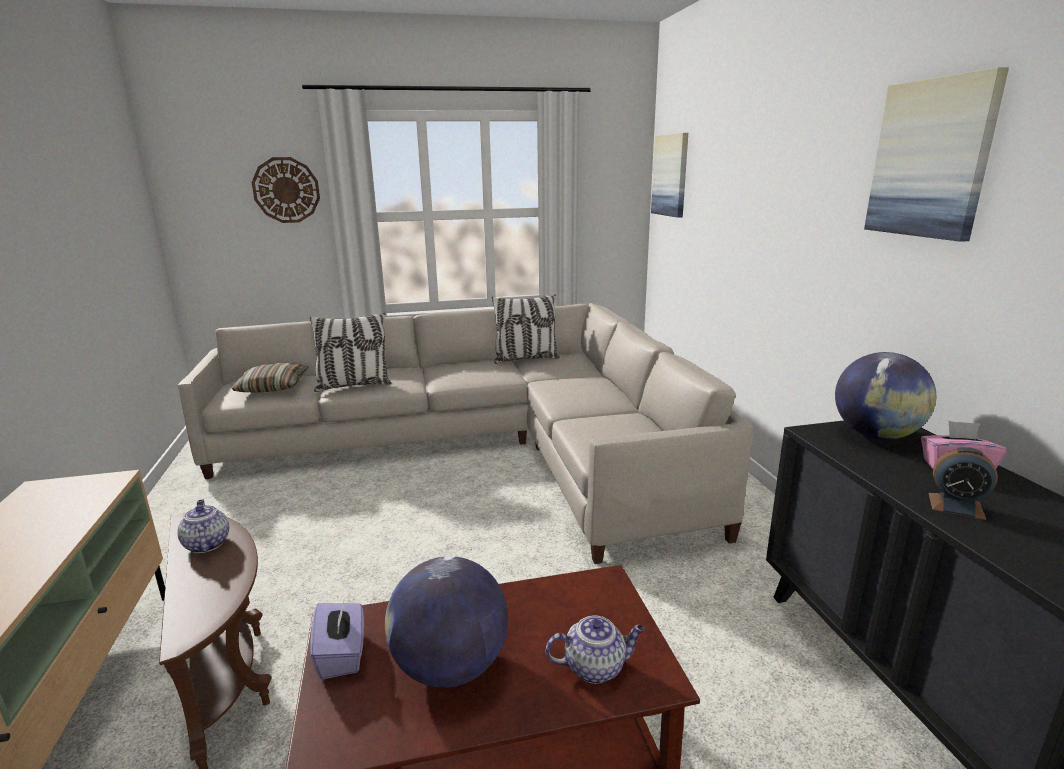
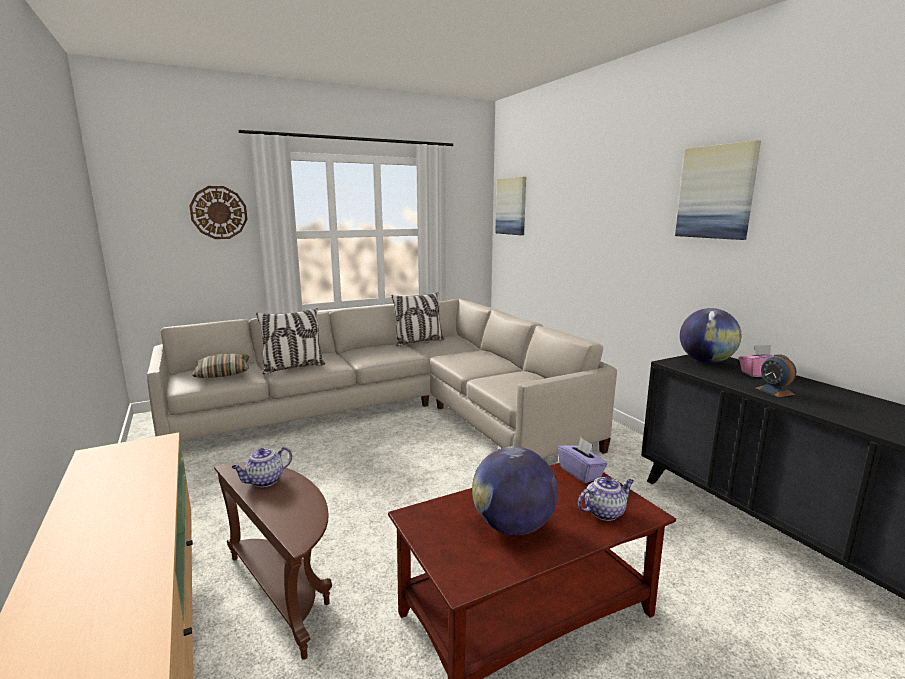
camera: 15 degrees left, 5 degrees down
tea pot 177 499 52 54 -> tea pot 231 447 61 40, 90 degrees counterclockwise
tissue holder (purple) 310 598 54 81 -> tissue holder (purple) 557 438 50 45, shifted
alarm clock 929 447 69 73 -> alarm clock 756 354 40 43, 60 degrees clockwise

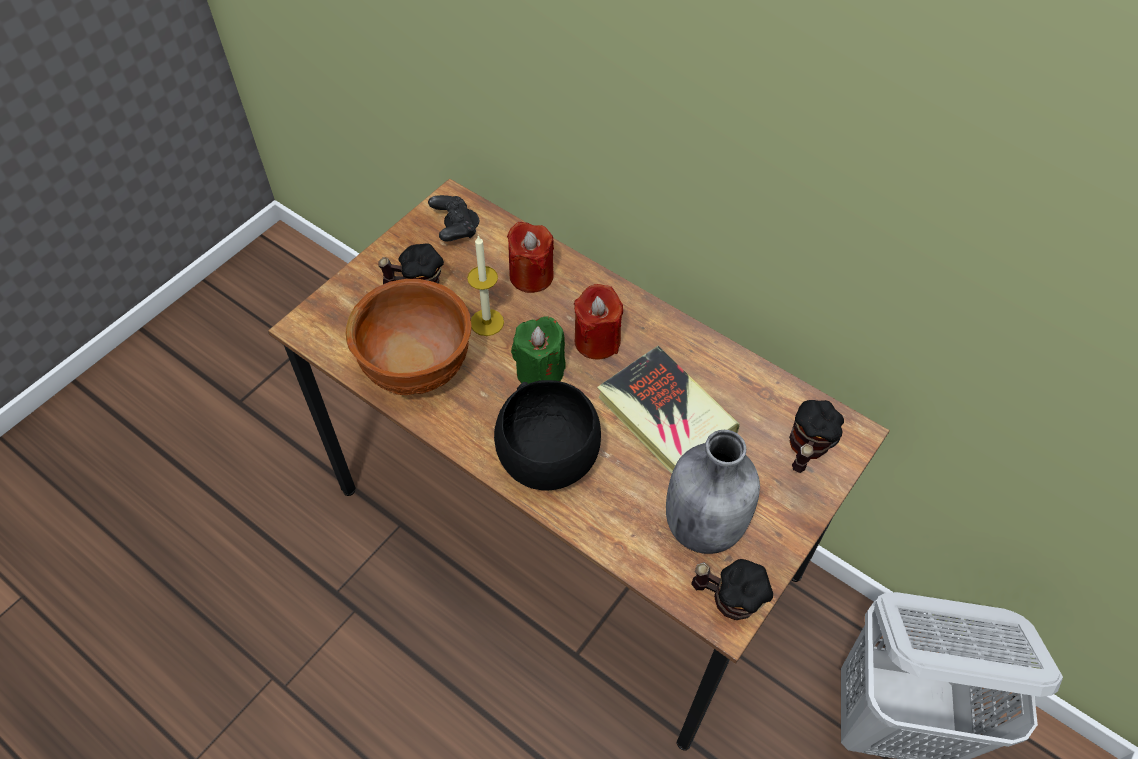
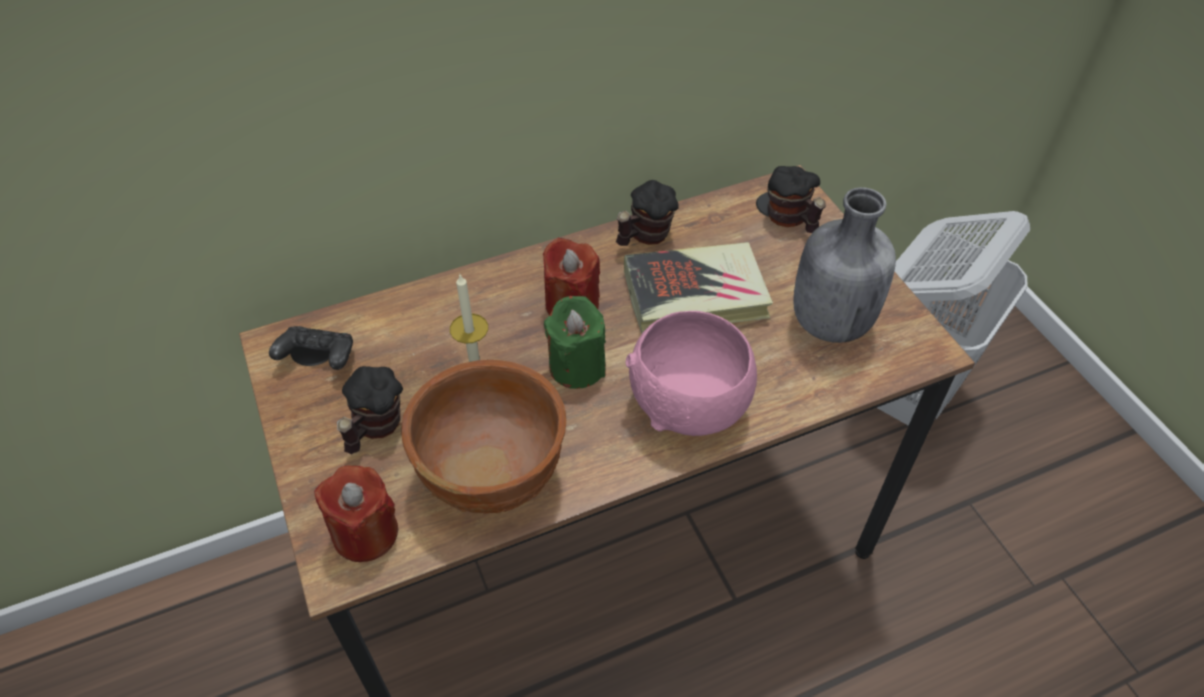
camera: 60 degrees left, 5 degrees down
bowl (blackish) 494 380 107 110 -> bowl (pink-coloured) 626 311 131 125
wax candle (reddish) 507 222 47 71 -> wax candle (reddish) 314 465 84 97, shifted
tea mug 691 559 82 61 -> tea mug 616 180 63 66, shifted

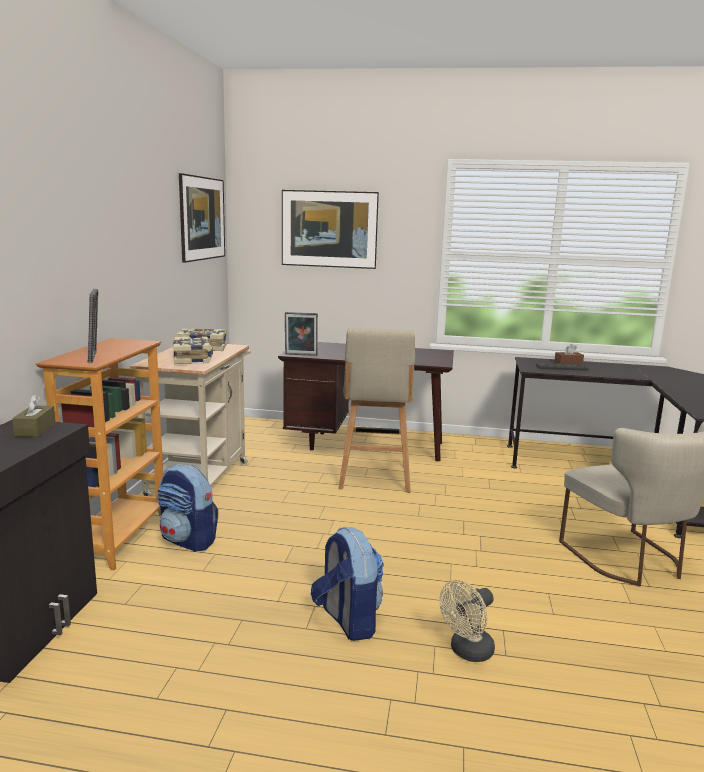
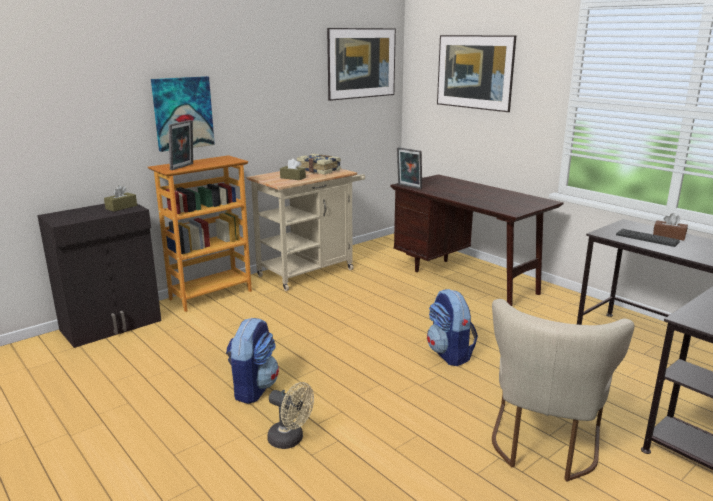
camera: 40 degrees right, 5 degrees up
backpack 157 464 61 88 -> backpack 427 289 51 77, shifted
book 173 336 40 28 -> tissue holder (brownish) 280 159 26 21
sitting stool (beige-coloured) 338 328 77 165 -> none
fan (beige-coloured) 439 580 56 82 -> fan (beige-coloured) 267 382 47 67, 150 degrees counterclockwise
none -> wall picture 151 76 64 76

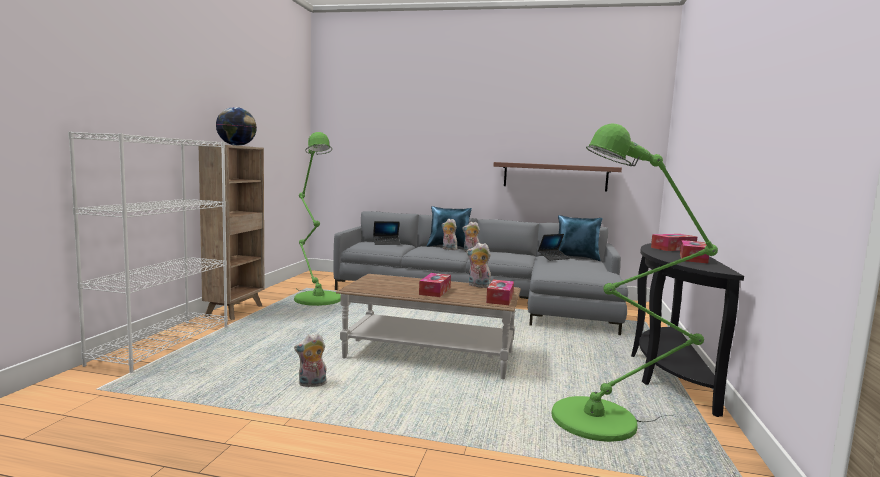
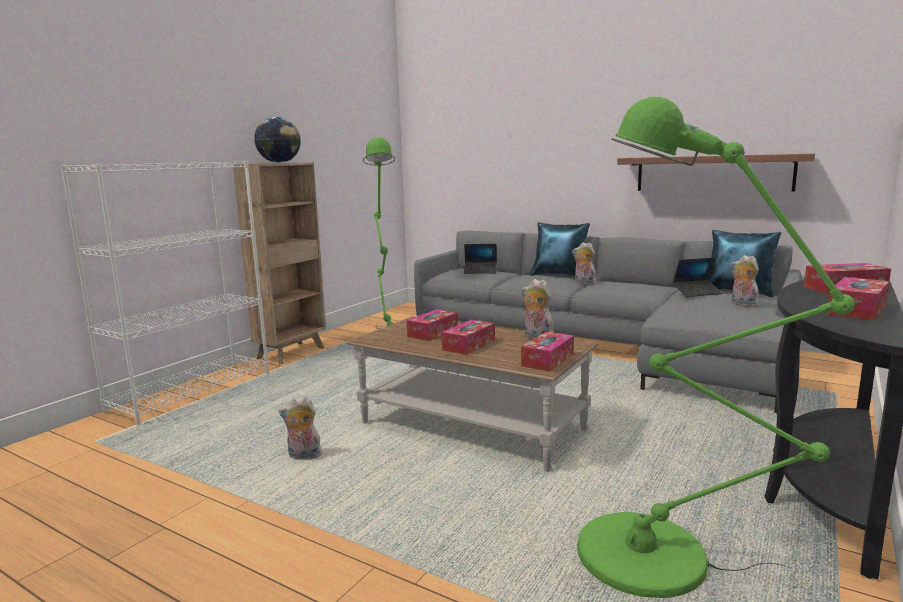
camera: 20 degrees right, 5 degrees up
soft toy 442 219 15 31 -> soft toy 730 255 31 52, shifted
none -> tissue holder 407 309 51 32

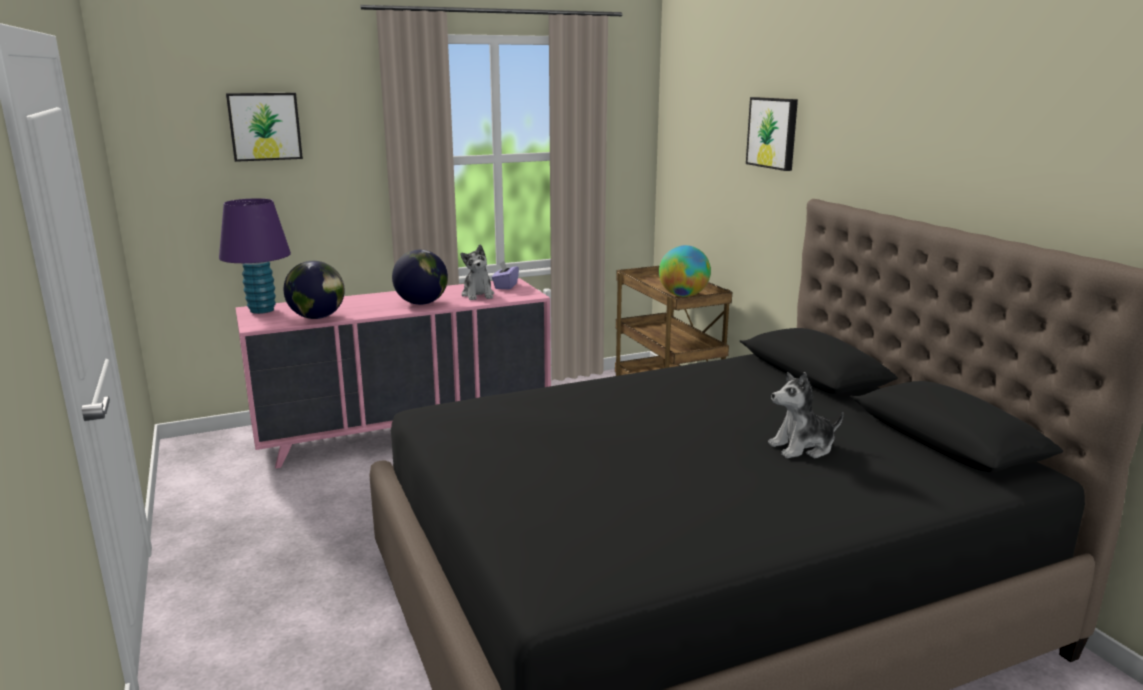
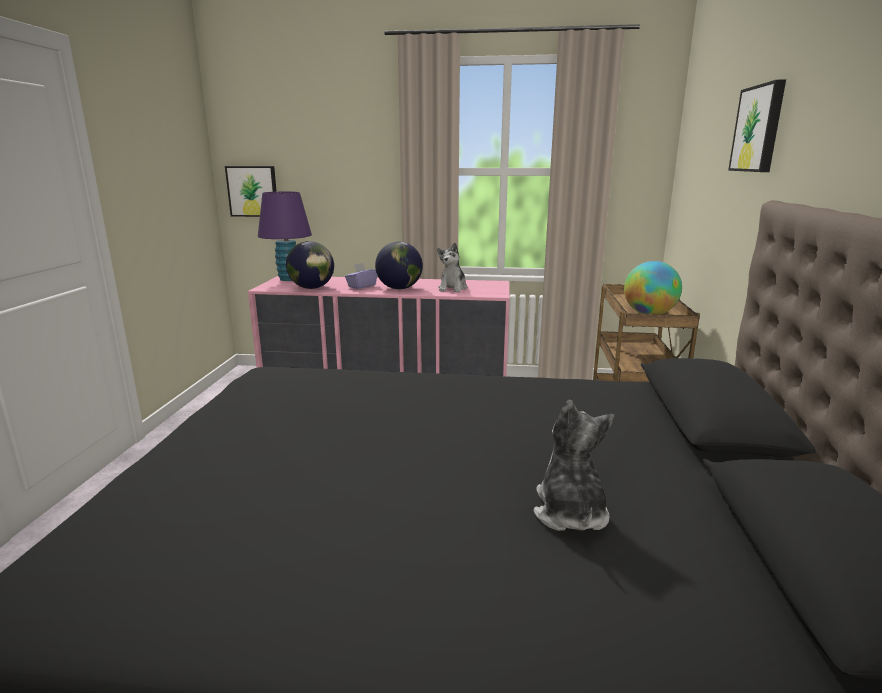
camera: 30 degrees right, 0 degrees up
wall picture 226 93 77 69 -> wall picture 225 166 52 51, shifted
tissue holder (purple) 492 261 27 29 -> tissue holder (purple) 345 263 32 26, shifted
soft toy 768 372 75 86 -> soft toy 534 400 80 131, 75 degrees clockwise

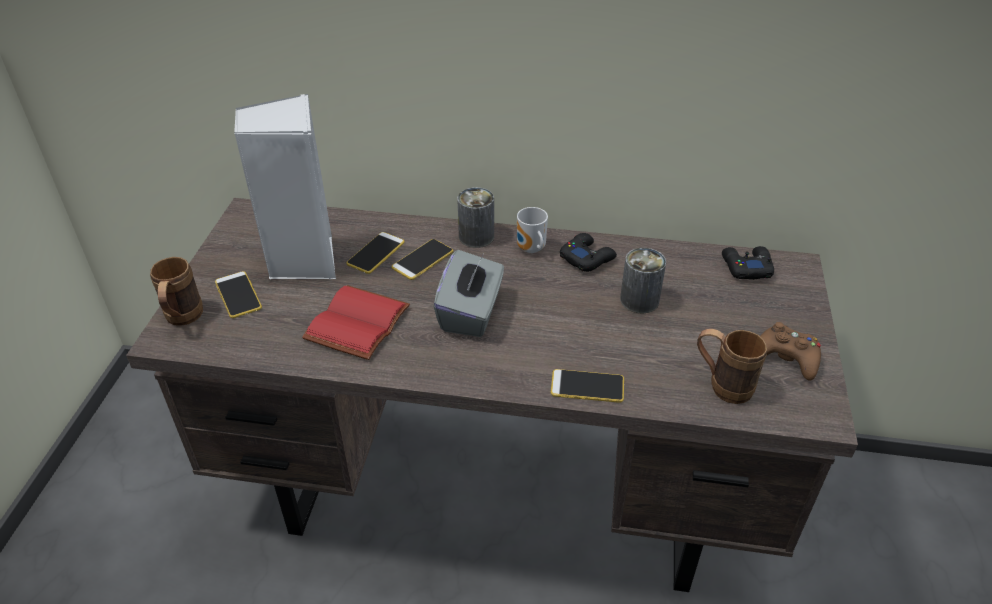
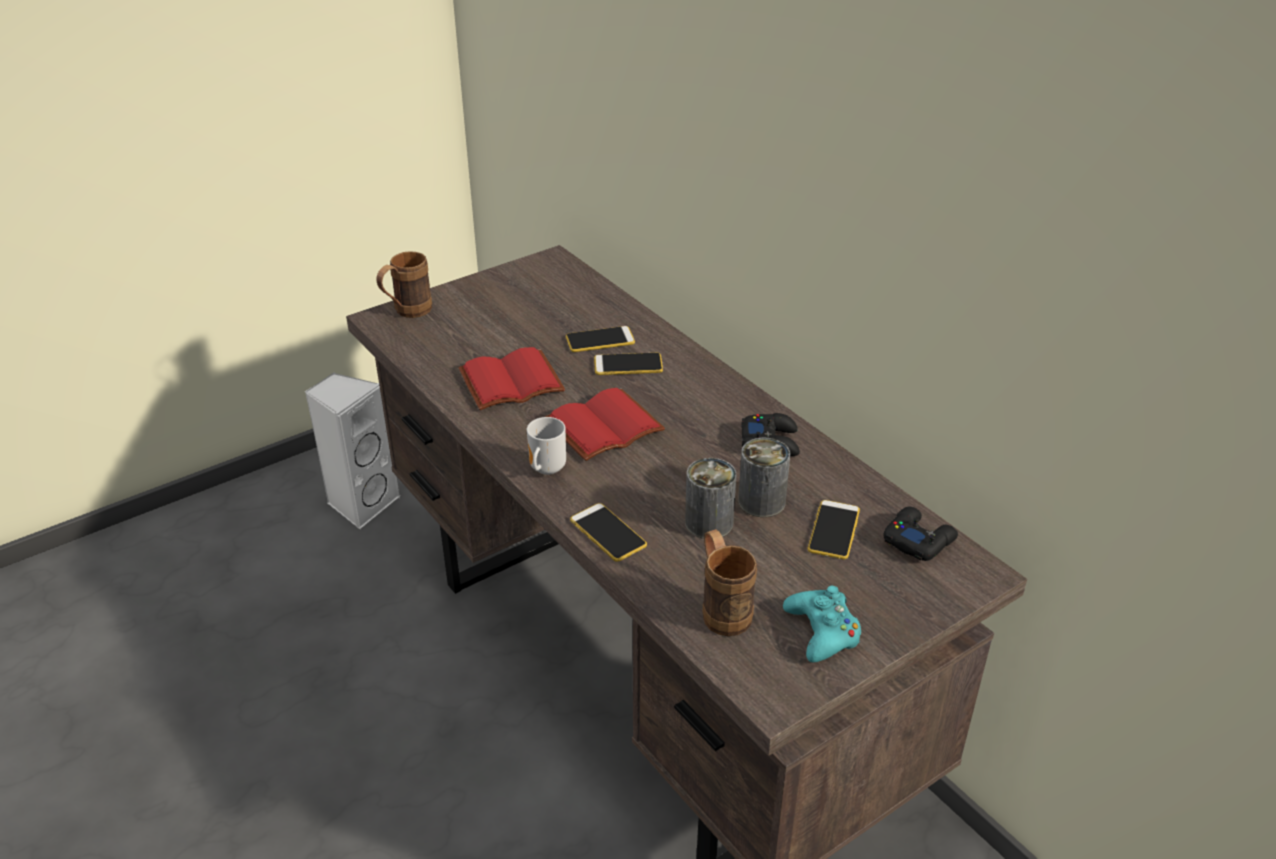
camera: 45 degrees right, 5 degrees down
phone 215 271 47 47 -> phone 808 500 52 59, shifted
loudspeaker (whitish) 234 94 102 186 -> loudspeaker (whitish) 305 372 95 157, shifted
tissue holder (gray) 433 250 71 87 -> book (reddish) 546 388 119 73
can 457 187 37 61 -> can 685 458 52 81, shifted
tea mug 517 207 31 46 -> tea mug 527 417 39 58, shifted
game controller (brownish) 760 322 61 59 -> game controller (turquoise) 783 586 78 76

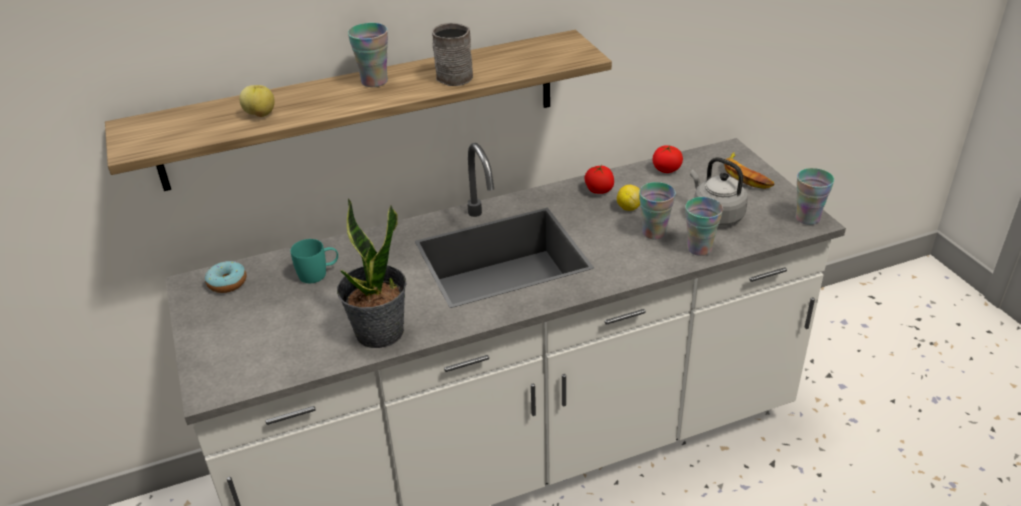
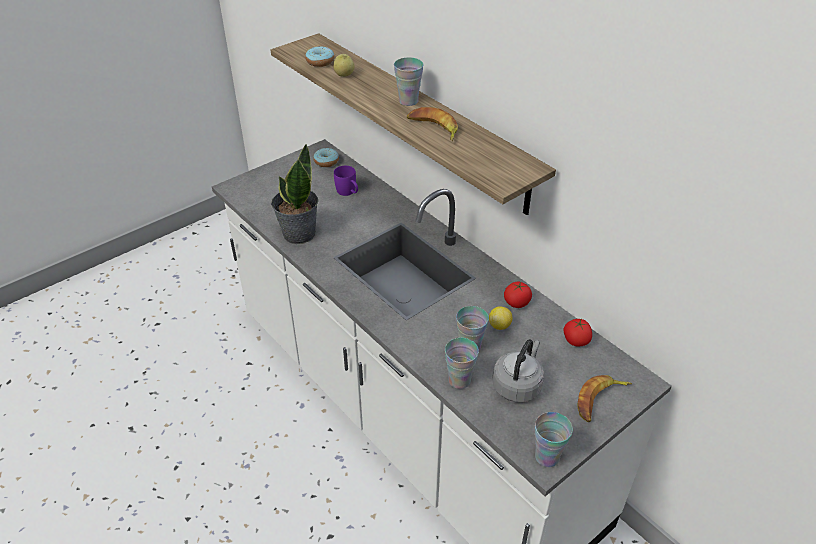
camera: 70 degrees right, 5 degrees up
tea mug (turquoise) 290 239 48 44 -> tea mug (purple) 334 166 24 30
tea mug (gray) 432 23 41 63 -> whole banana 407 107 51 34
none -> doughnut 305 46 29 21

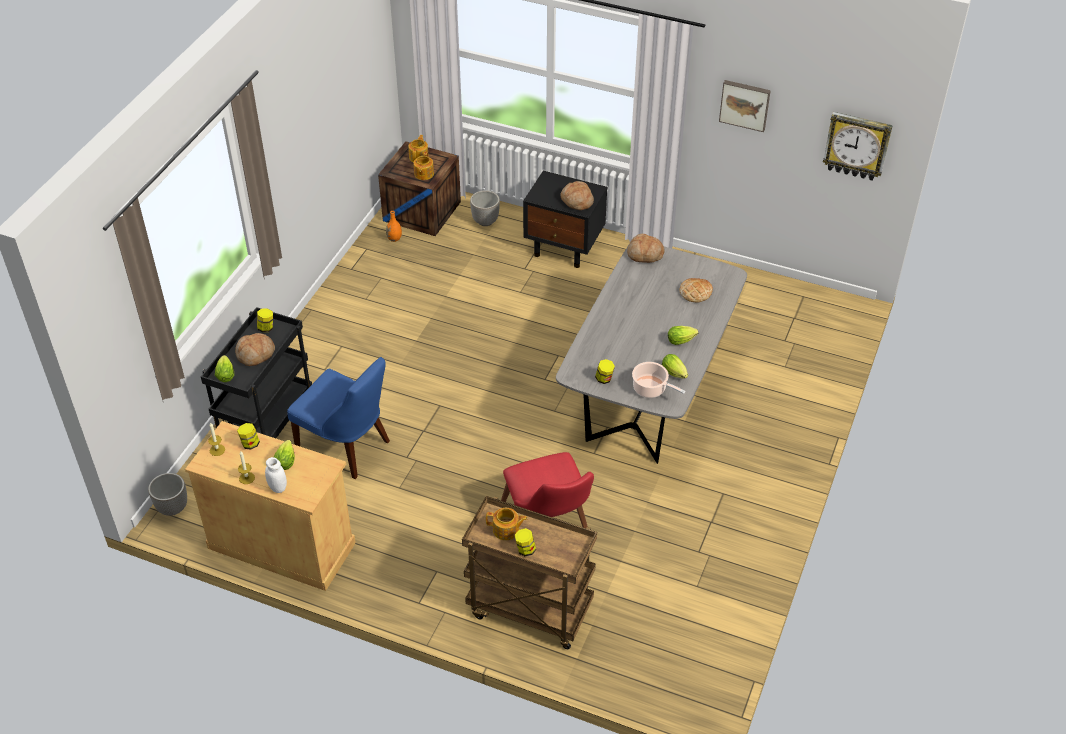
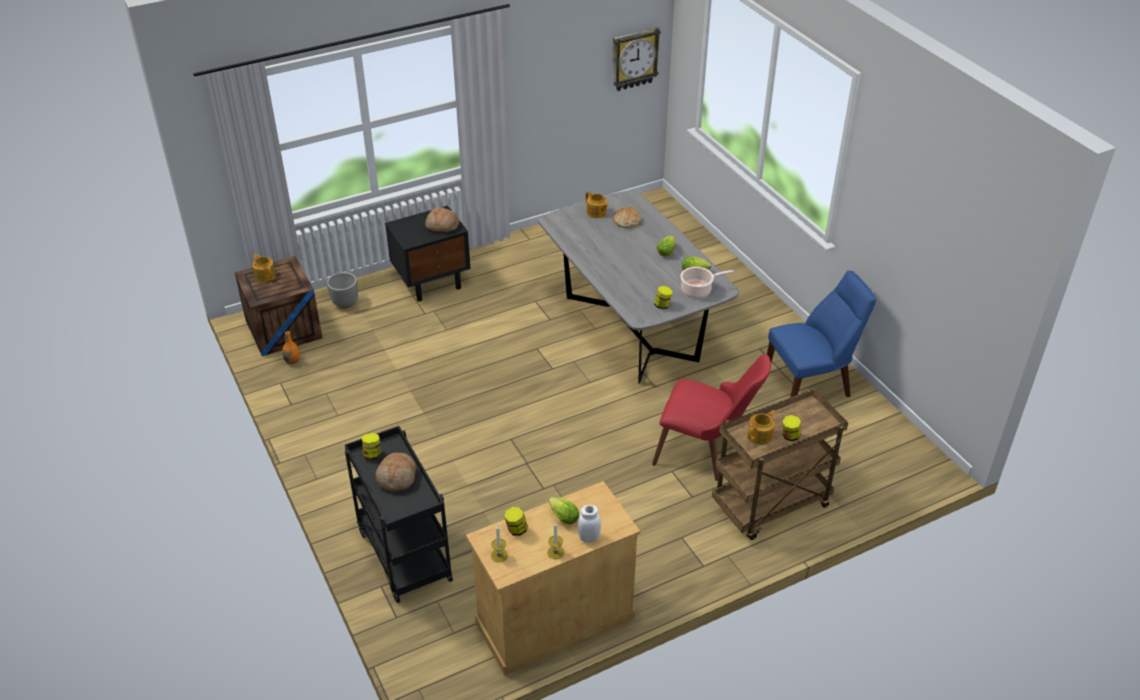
camera: 50 degrees left, 5 degrees down
planter 148 473 39 43 -> none
lettuce 215 355 19 27 -> none
chair (bluish) 287 357 103 122 -> chair (bluish) 767 271 109 127, shifted
tea pot 414 152 20 28 -> tea pot 586 191 23 27, shifted
bread 627 234 38 29 -> none
wall picture 719 80 52 52 -> none

